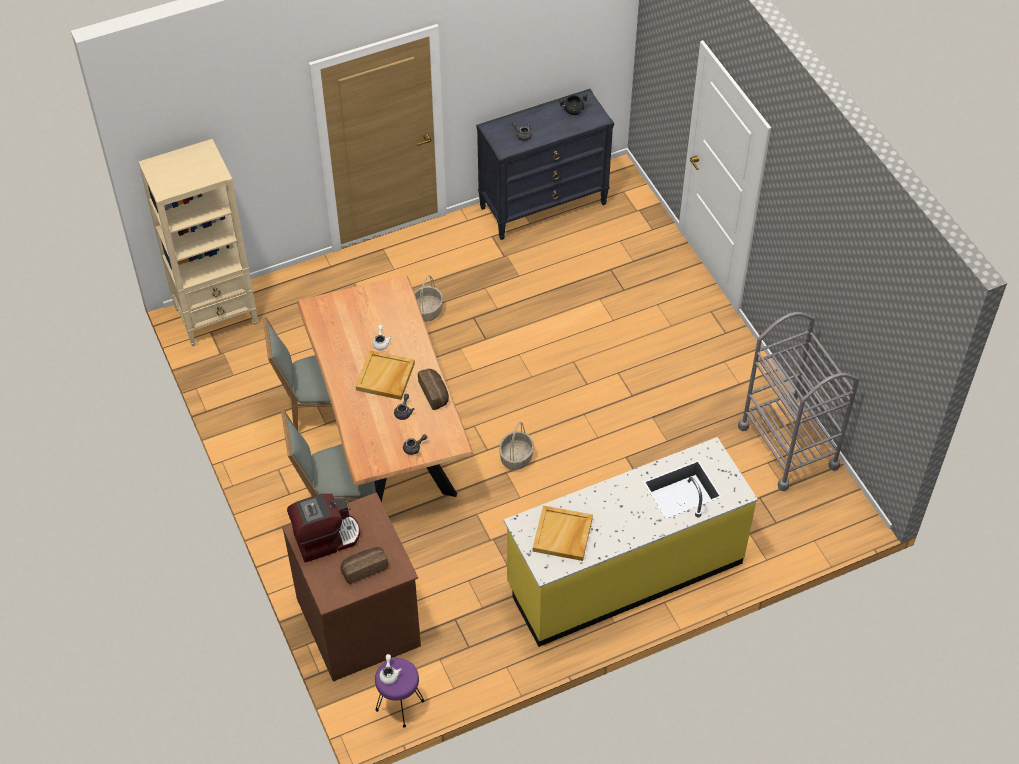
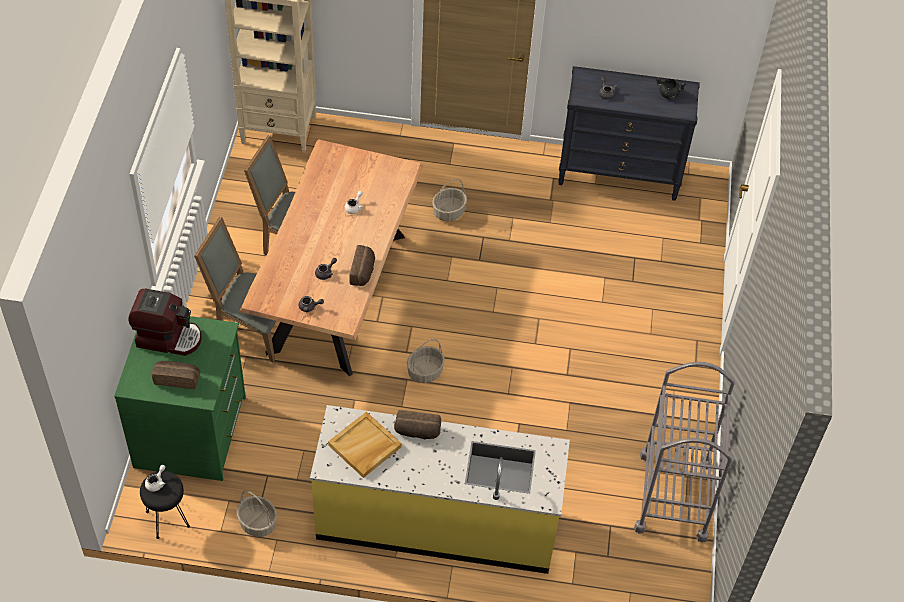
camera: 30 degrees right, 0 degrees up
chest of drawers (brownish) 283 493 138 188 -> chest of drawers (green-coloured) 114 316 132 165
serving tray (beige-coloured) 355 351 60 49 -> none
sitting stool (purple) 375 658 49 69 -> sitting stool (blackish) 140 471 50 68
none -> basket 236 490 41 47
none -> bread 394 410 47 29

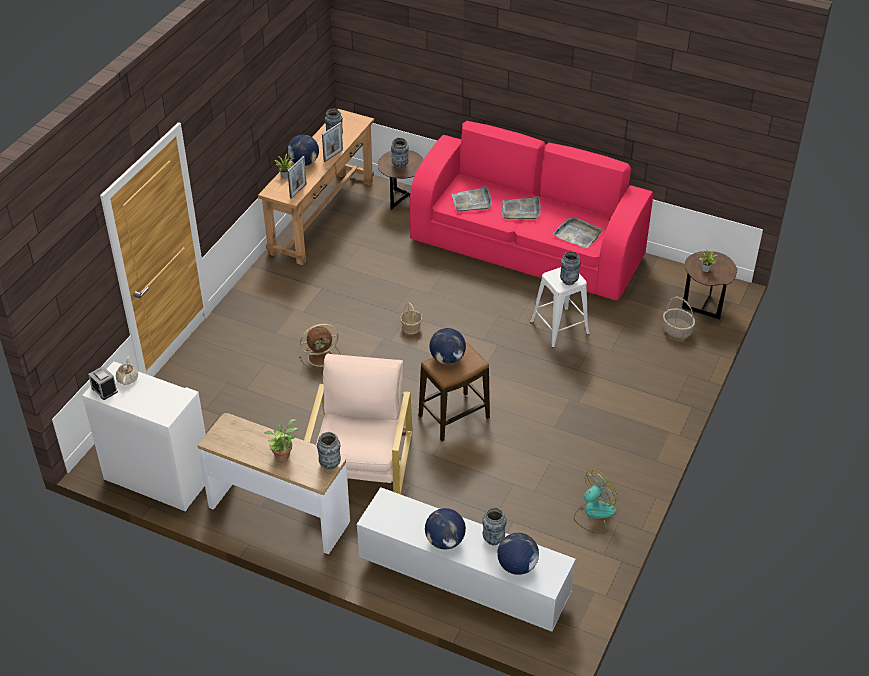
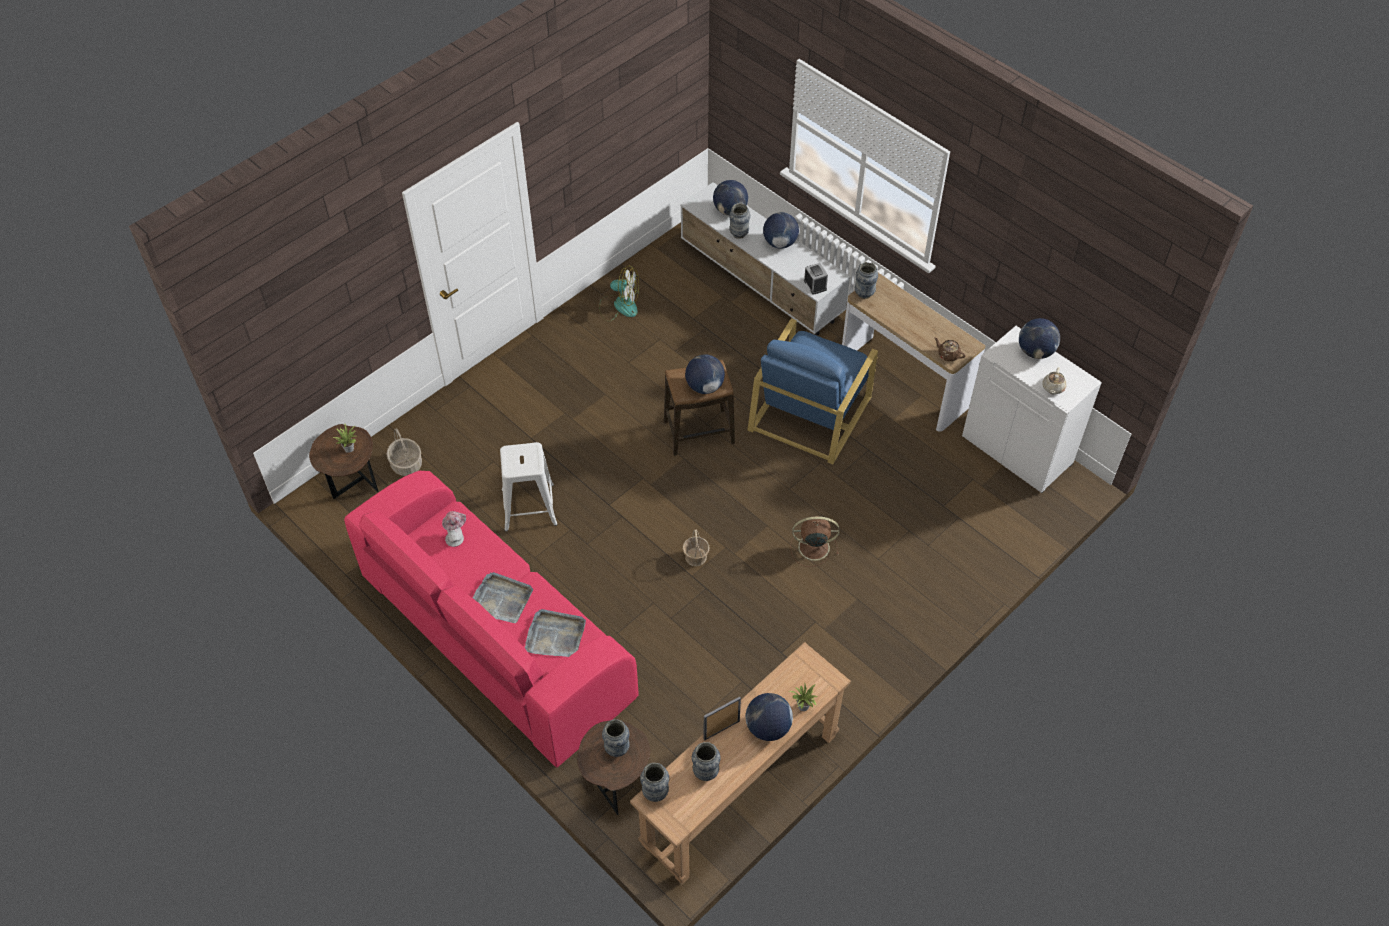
camera: 160 degrees left, 10 degrees up
alarm clock 88 366 30 34 -> alarm clock 804 263 24 32, shifted
potted plant 265 419 33 42 -> none
standing frame 288 156 19 43 -> none
armchair (beige-coloured) 304 353 109 141 -> armchair (bluish) 748 318 130 146
serving tray (gray) 553 216 50 32 -> wearable hat 442 511 24 36
flower vase 560 251 21 34 -> flower vase 640 763 29 39, shifted
fan 574 469 44 65 -> fan 599 266 40 56, 150 degrees counterclockwise
none -> tea pot (brownish) 934 337 32 24
none -> world globe 1019 318 41 41

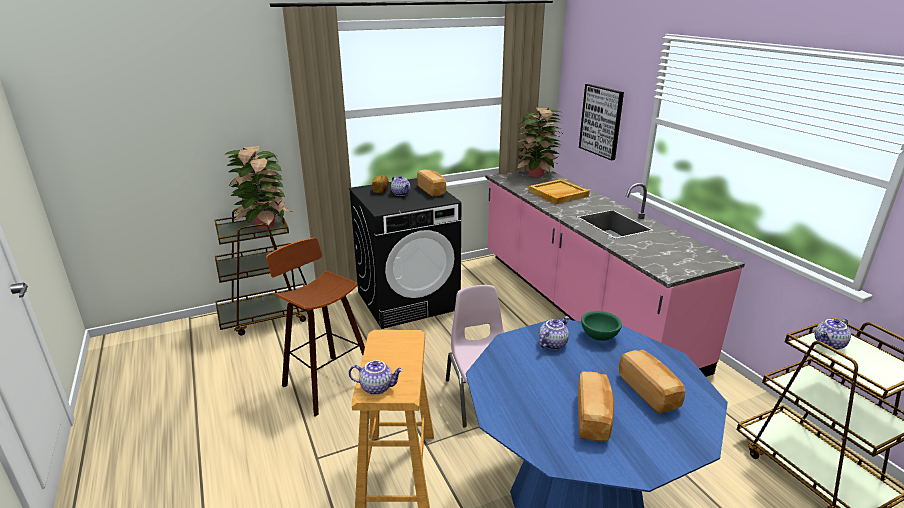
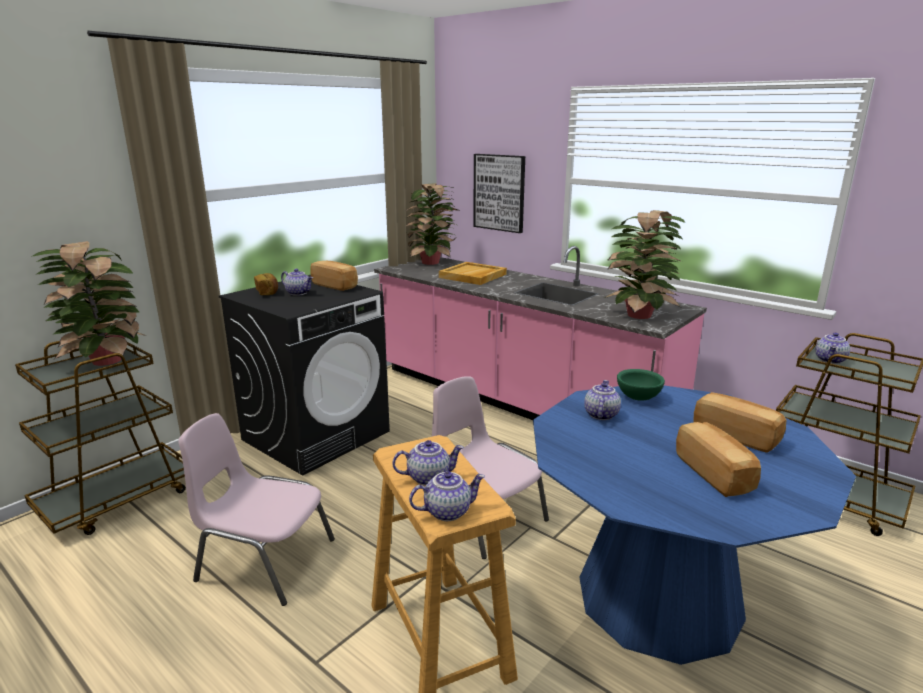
camera: 25 degrees left, 5 degrees down
sitting stool 266 238 99 179 -> chair (pink-coloured) 178 413 157 193
none -> tea pot 392 440 72 46
none -> potted plant 604 210 81 109

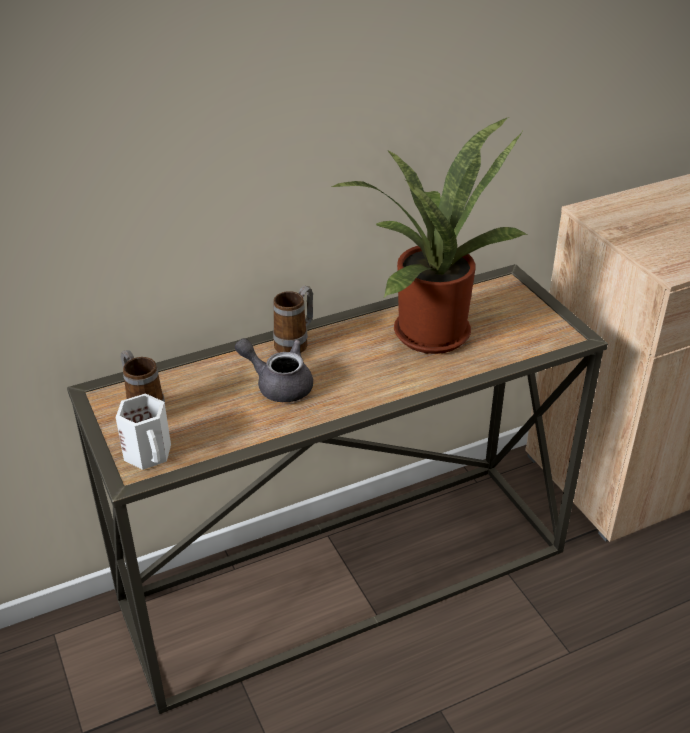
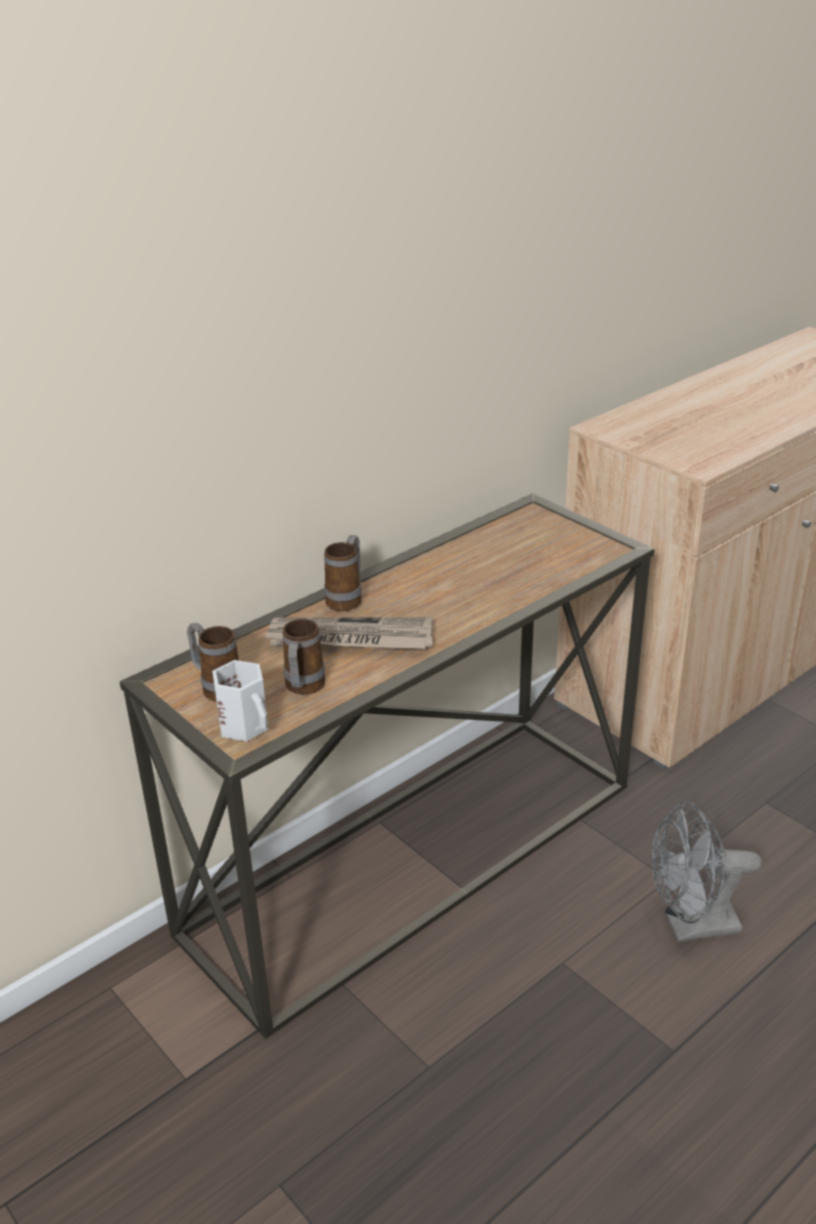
camera: 15 degrees left, 5 degrees down
tea pot (gray) 235 338 78 64 -> daily paper 264 617 169 32
potted plant 332 117 197 237 -> none
none -> tea mug 283 619 42 76
none -> fan (gray) 652 801 110 141

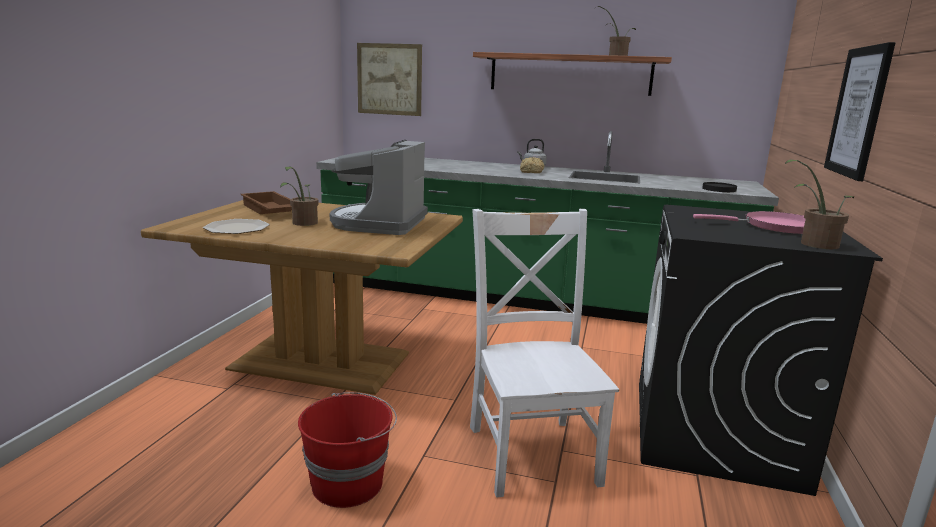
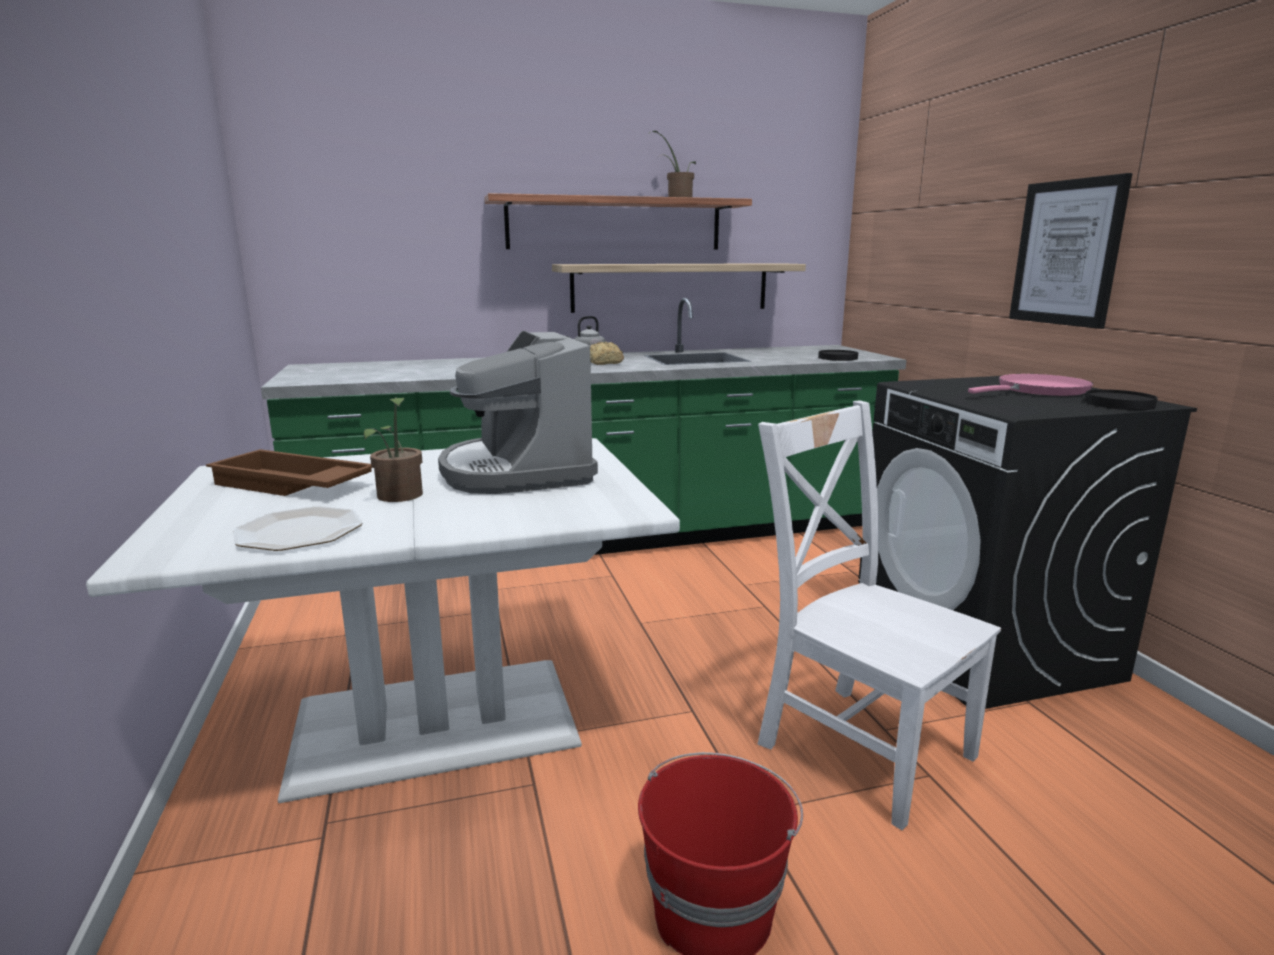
camera: 30 degrees left, 0 degrees up
kitchen table (brownish) 141 200 322 195 -> kitchen table (whitish) 86 438 594 365
wall picture 357 43 65 73 -> none
potted plant 785 160 70 89 -> flat dish (blackish) 1084 389 74 21
none -> shelf 552 263 254 50

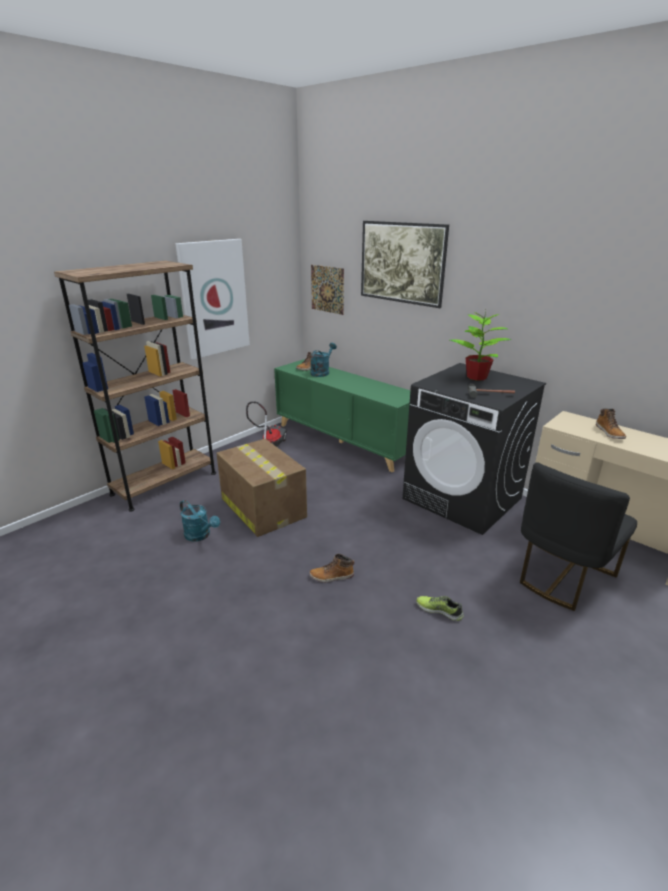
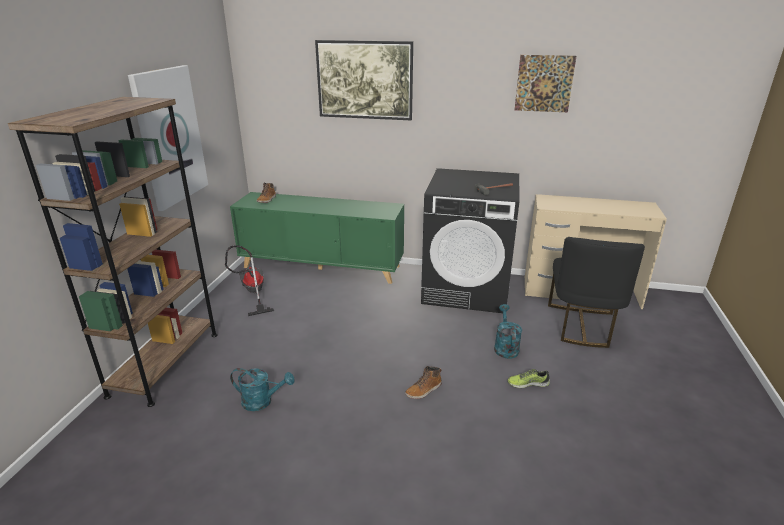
camera: 30 degrees left, 0 degrees up
cardboard box 216 439 91 98 -> none
watering can (turquoise) 310 343 27 34 -> watering can (turquoise) 494 304 28 55, shifted
wall picture 311 265 33 50 -> wall picture 515 55 61 57, shifted
potted plant 450 310 61 71 -> none
boot 596 408 30 31 -> none

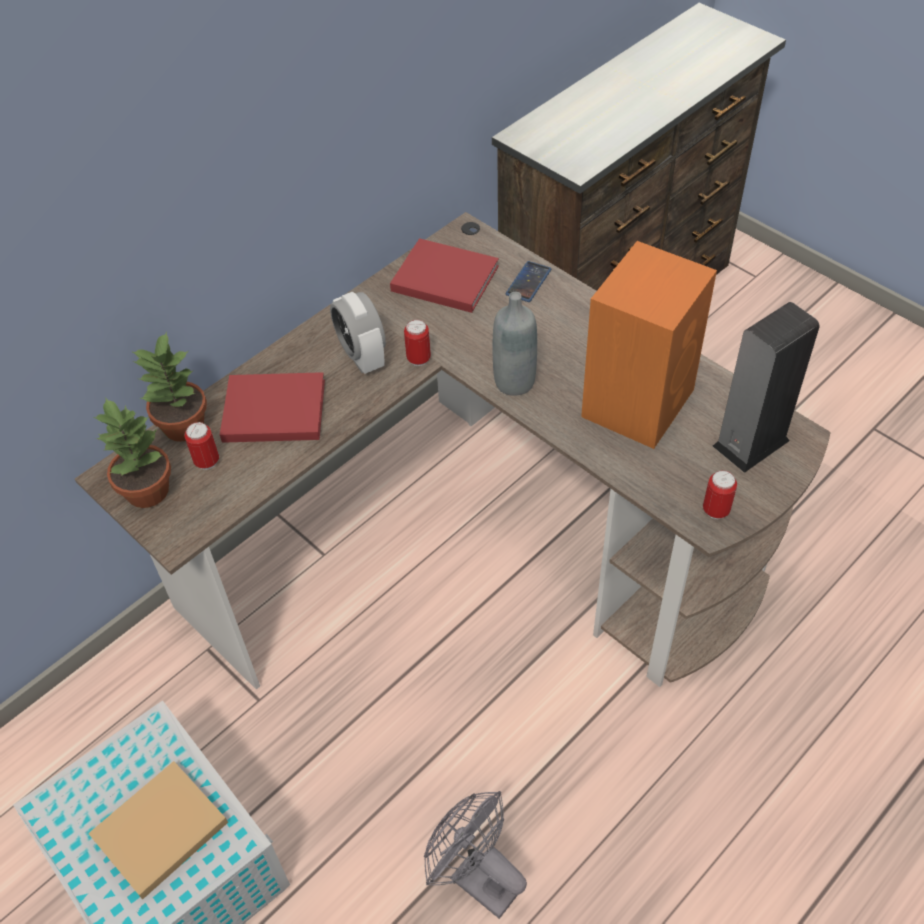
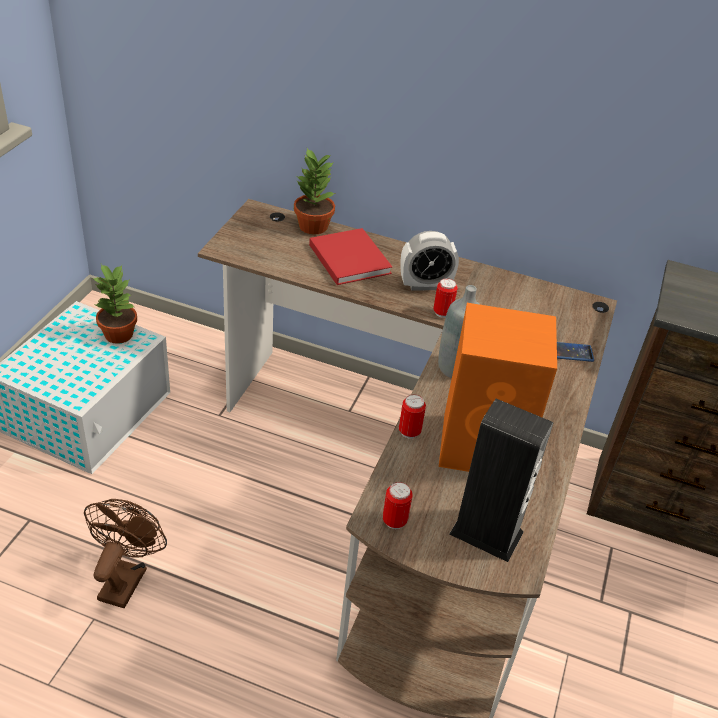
camera: 60 degrees right, 10 degrees down
book (beige-coloured) 88 761 140 139 -> none
potted plant 94 397 77 111 -> potted plant 93 264 44 80, shifted
can 185 422 34 48 -> can 399 394 27 45, shifted
alarm clock 330 291 56 83 -> alarm clock 400 231 59 60, 135 degrees counterclockwise
book (reddish) 390 238 109 75 -> none
fan (gray) 424 791 103 128 -> fan (brownish) 84 499 83 109

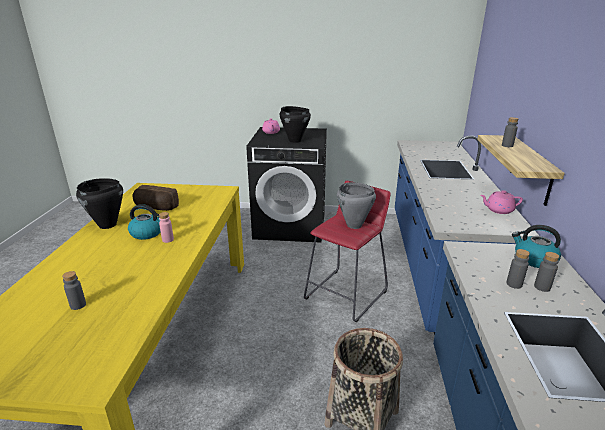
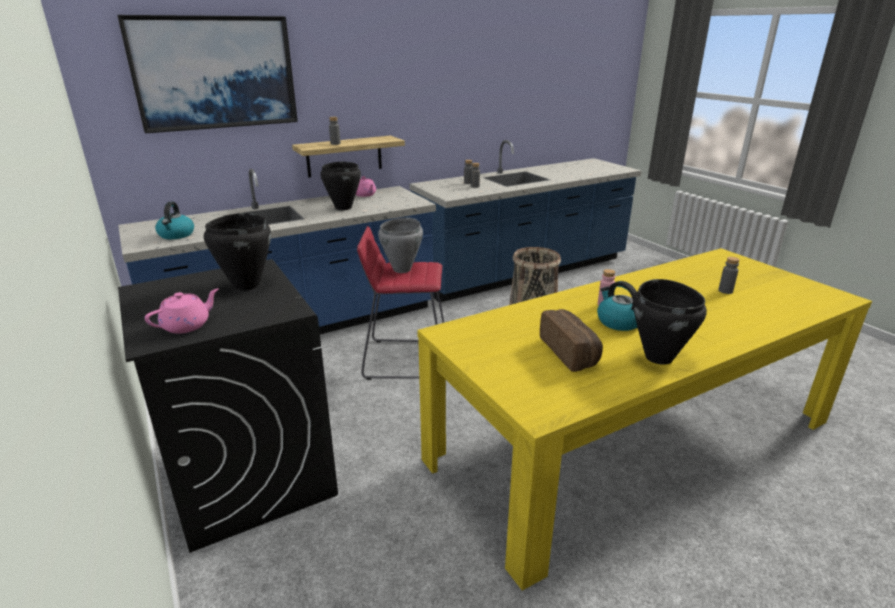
camera: 125 degrees left, 0 degrees up
water kettle 512 225 49 43 -> water kettle 155 202 39 37, shifted
none -> wall picture 117 15 181 118
none -> cooking pot (blackish) 320 162 41 48

